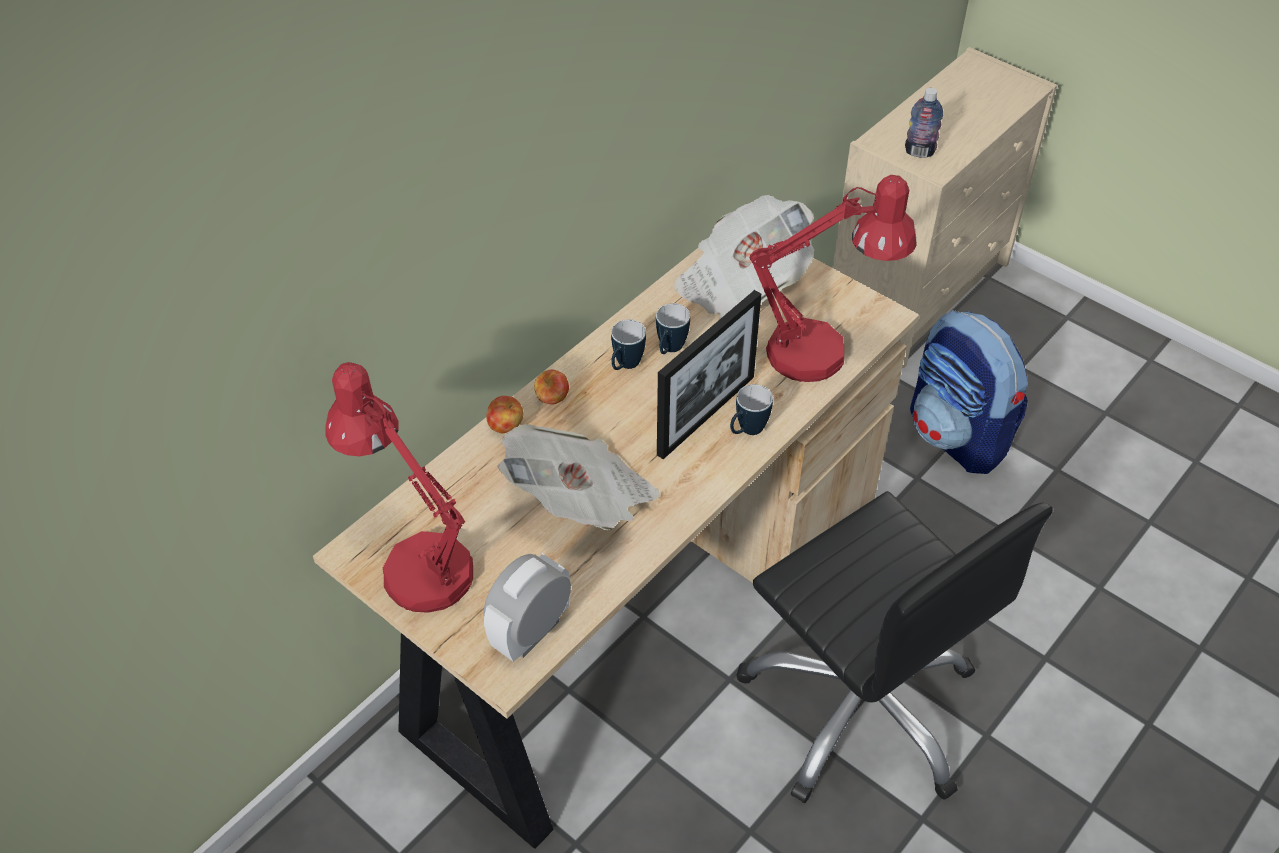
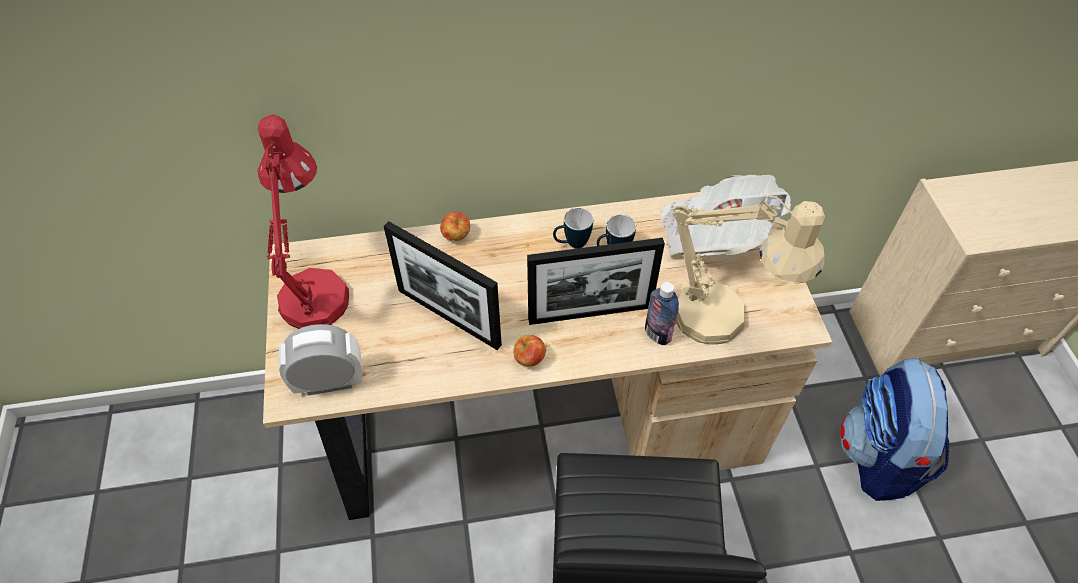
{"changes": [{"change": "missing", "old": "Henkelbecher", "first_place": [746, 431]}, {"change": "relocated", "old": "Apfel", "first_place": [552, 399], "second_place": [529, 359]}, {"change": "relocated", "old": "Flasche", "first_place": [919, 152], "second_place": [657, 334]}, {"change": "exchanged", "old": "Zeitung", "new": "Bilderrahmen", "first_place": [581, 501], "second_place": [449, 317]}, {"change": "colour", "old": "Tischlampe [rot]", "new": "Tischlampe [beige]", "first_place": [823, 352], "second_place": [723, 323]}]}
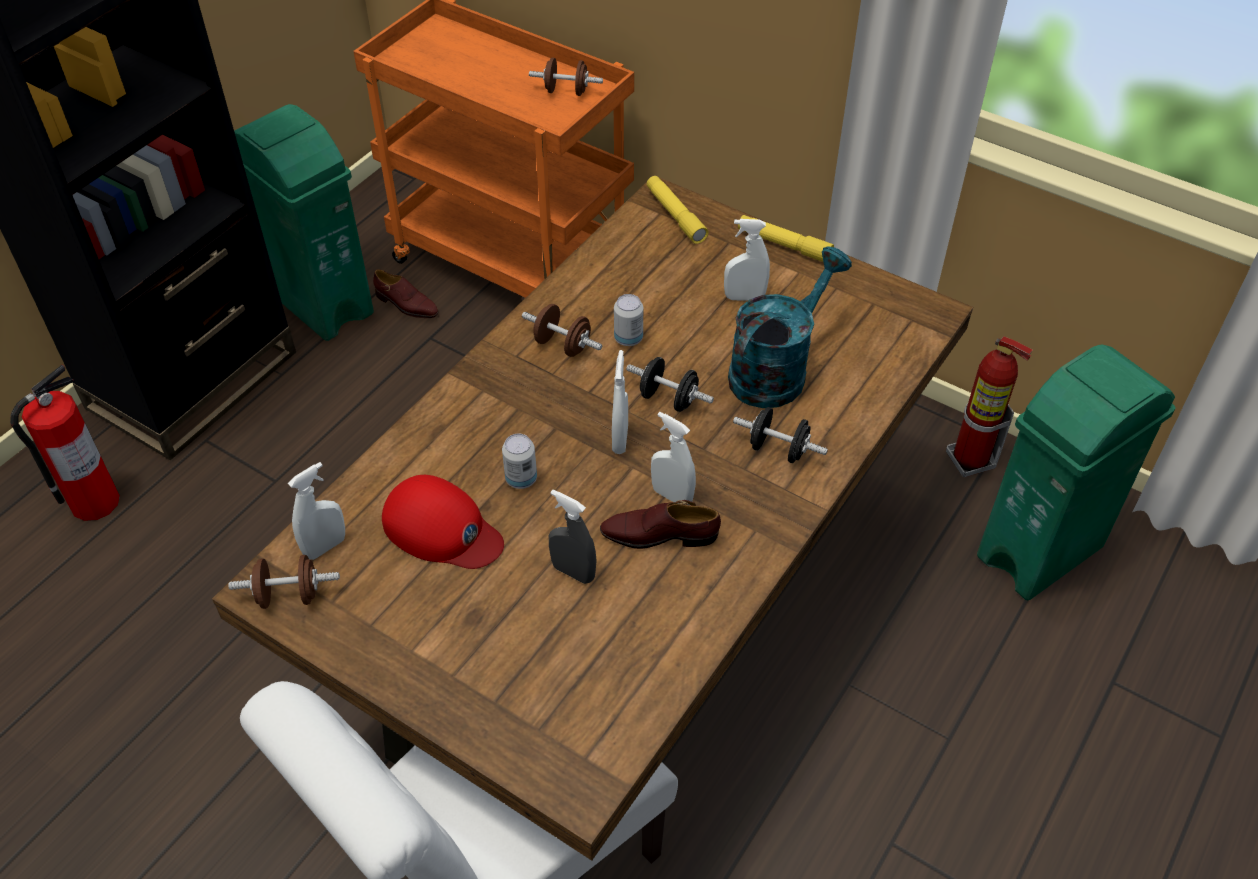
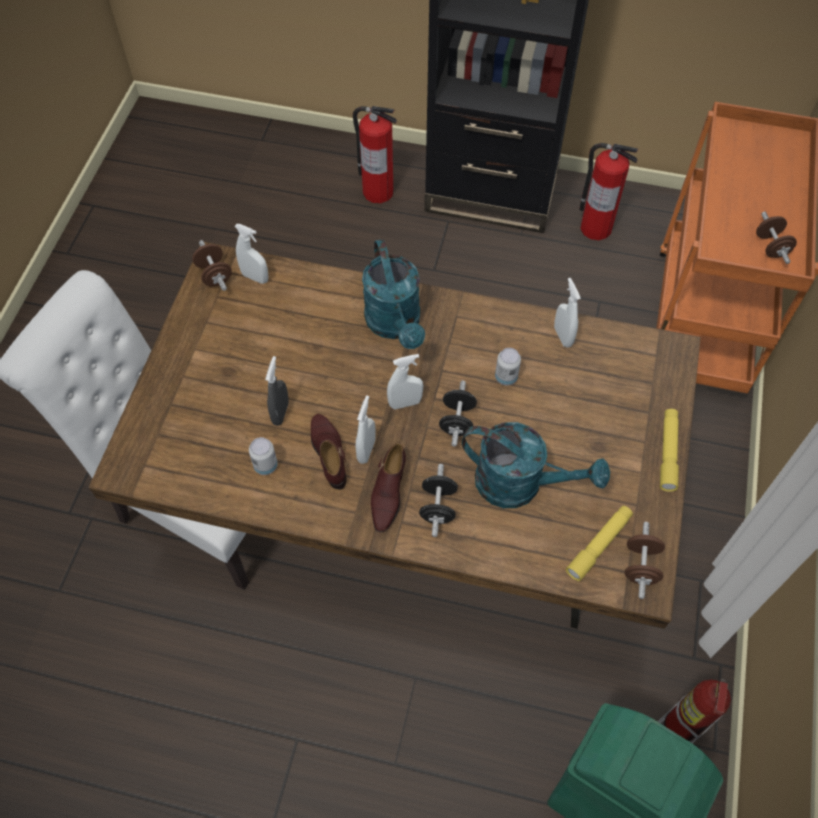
{"changes": [{"change": "missing", "old": "Kappe [rot]", "first_place": [442, 529]}, {"change": "appeared", "new": "Gießkanne [türkis]", "second_place": [396, 325]}, {"change": "relocated", "old": "Schuh [braun]", "first_place": [406, 305], "second_place": [387, 494]}, {"change": "relocated", "old": "Dose", "first_place": [521, 479], "second_place": [265, 466]}, {"change": "relocated", "old": "Hantel [braun]", "first_place": [562, 345], "second_place": [640, 566]}, {"change": "relocated", "old": "Taschenlampe [gelb]", "first_place": [675, 215], "second_place": [599, 545]}, {"change": "relocated", "old": "Sprühflasche [weiß]", "first_place": [744, 297], "second_place": [563, 336]}, {"change": "exchanged", "old": "Mülleimer [grün]", "new": "Feuerlöscher", "first_place": [322, 303], "second_place": [595, 228]}]}
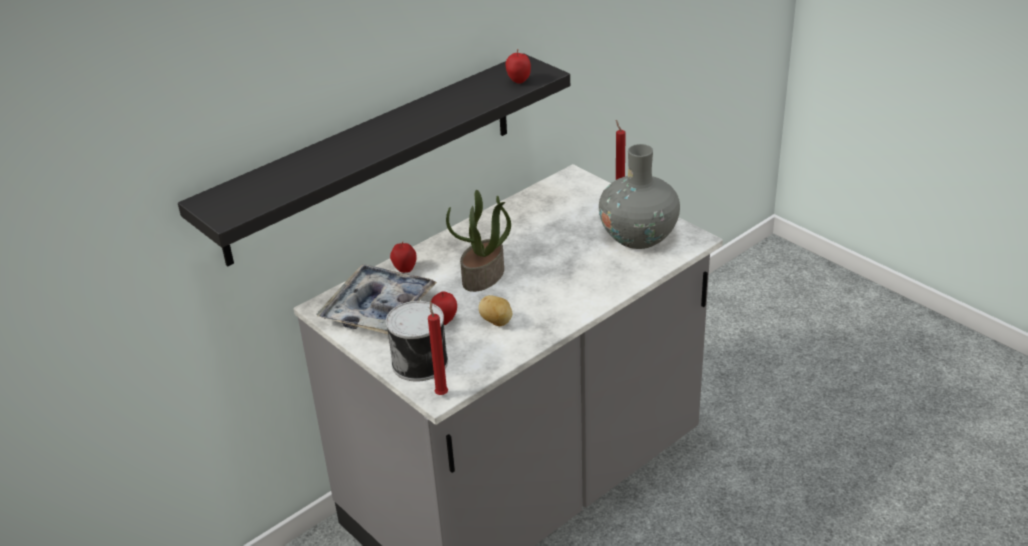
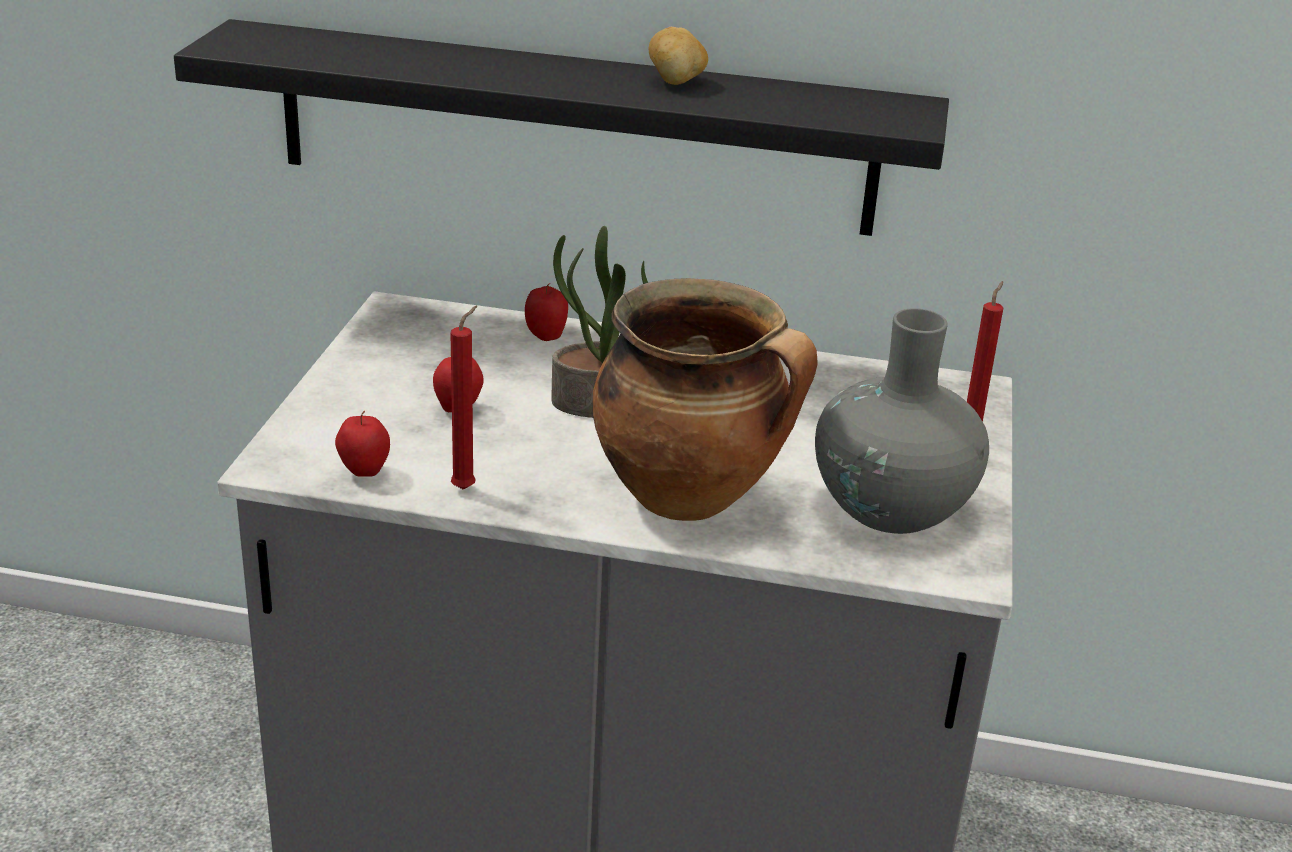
{"changes": [{"change": "missing", "old": "Tablett", "first_place": [378, 309]}, {"change": "missing", "old": "Dose", "first_place": [421, 362]}, {"change": "appeared", "new": "Kochtopf", "second_place": [691, 497]}, {"change": "relocated", "old": "Kerze [rot]", "first_place": [441, 393], "second_place": [466, 488]}, {"change": "relocated", "old": "Kartoffel", "first_place": [497, 322], "second_place": [676, 82]}, {"change": "relocated", "old": "Apfel", "first_place": [518, 81], "second_place": [364, 472]}]}
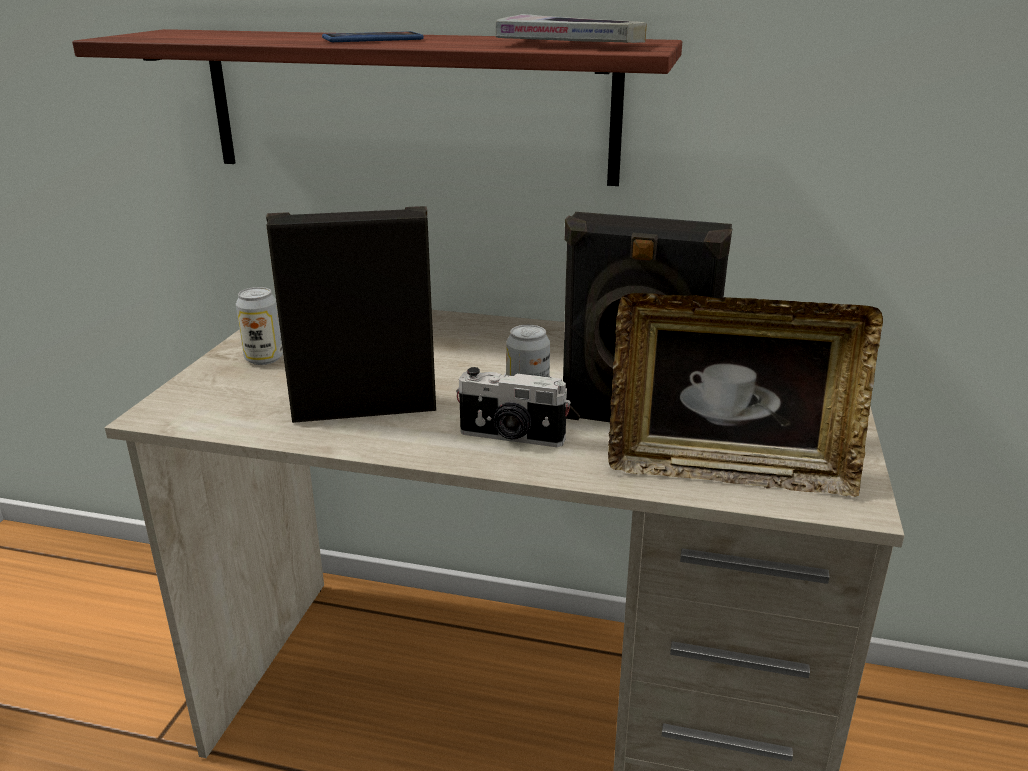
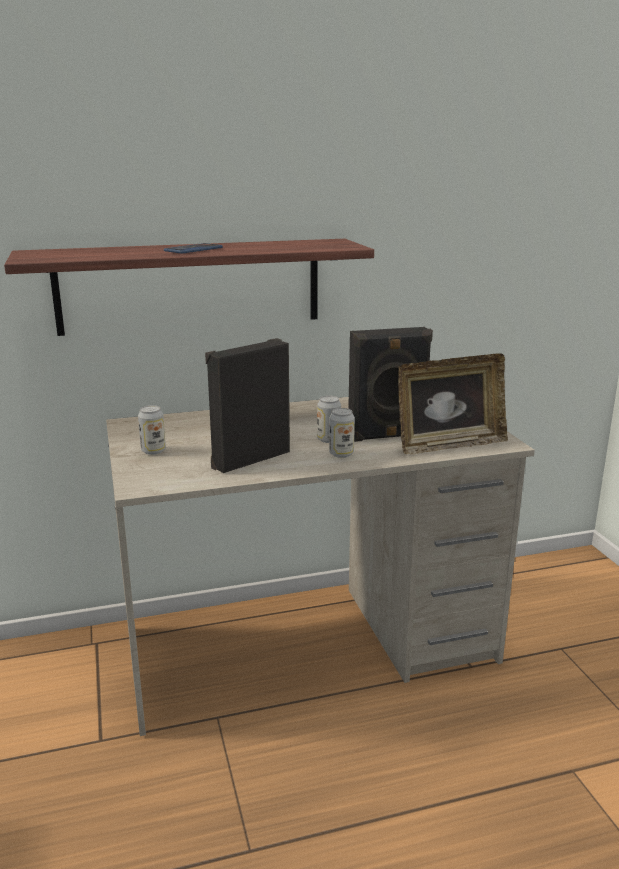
{"changes": [{"change": "missing", "old": "Buch", "first_place": [571, 44]}, {"change": "exchanged", "old": "Kamera", "new": "Dose", "first_place": [511, 437], "second_place": [341, 454]}]}
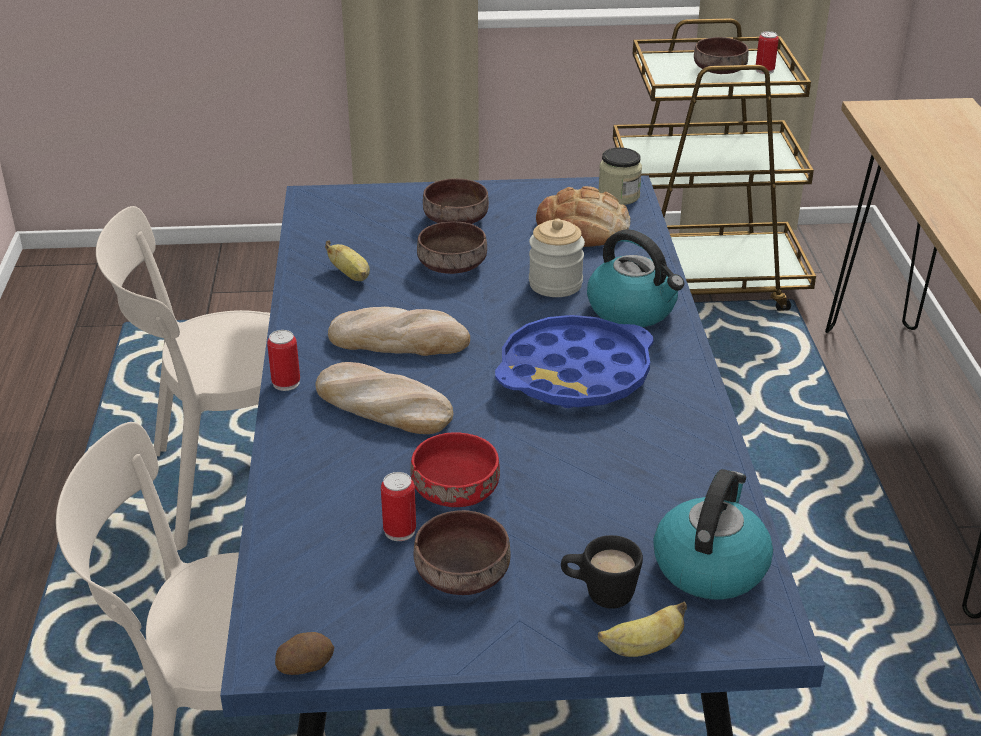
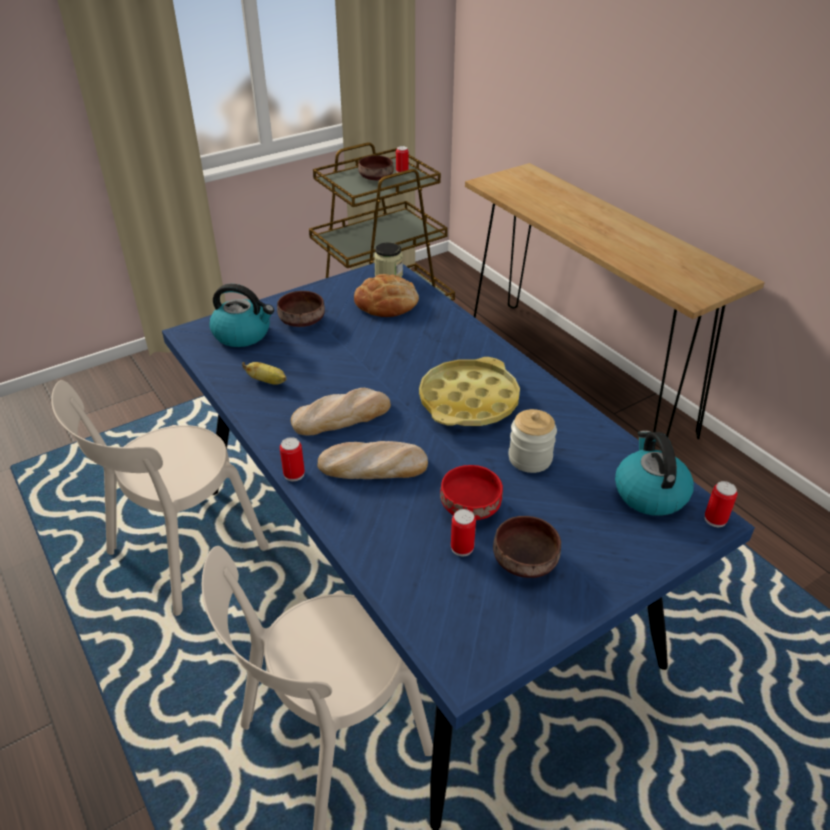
{"changes": [{"change": "missing", "old": "Kartoffel", "first_place": [305, 665]}, {"change": "missing", "old": "Schüssel [braun]", "first_place": [450, 264]}, {"change": "missing", "old": "Henkelbecher [schwarz]", "first_place": [599, 594]}, {"change": "missing", "old": "Banane", "first_place": [643, 648]}, {"change": "appeared", "new": "Dose", "second_place": [715, 519]}, {"change": "relocated", "old": "Vorratsglas", "first_place": [555, 284], "second_place": [530, 458]}, {"change": "relocated", "old": "Wasserkessel", "first_place": [633, 309], "second_place": [243, 334]}, {"change": "colour", "old": "Tablett [blau]", "new": "Tablett [gelb]", "first_place": [575, 374], "second_place": [469, 400]}]}
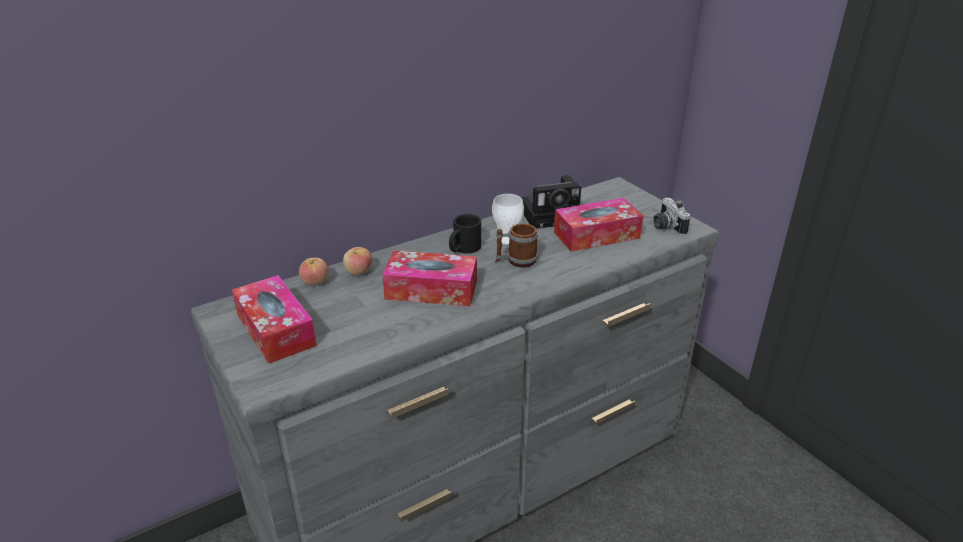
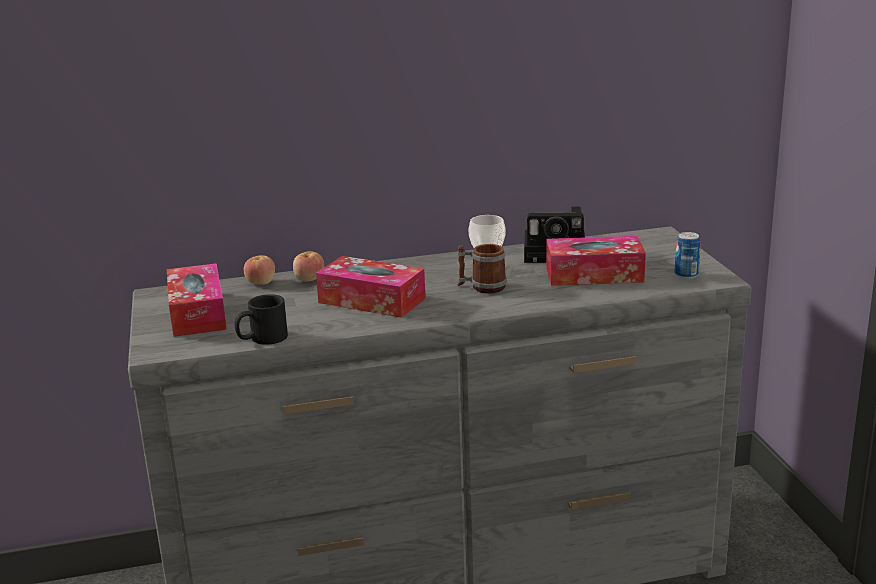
{"changes": [{"change": "relocated", "old": "Henkelbecher [schwarz]", "first_place": [463, 249], "second_place": [262, 339]}, {"change": "exchanged", "old": "Kamera", "new": "Dose", "first_place": [666, 226], "second_place": [686, 275]}]}
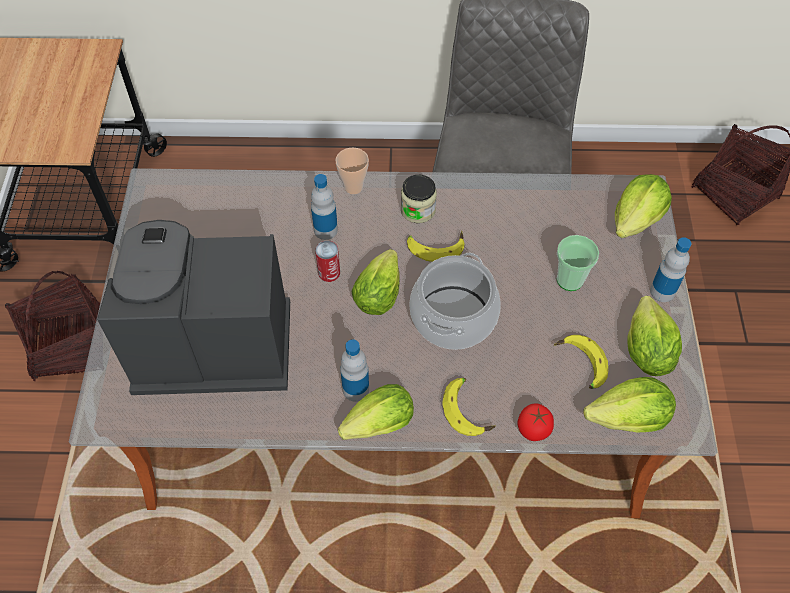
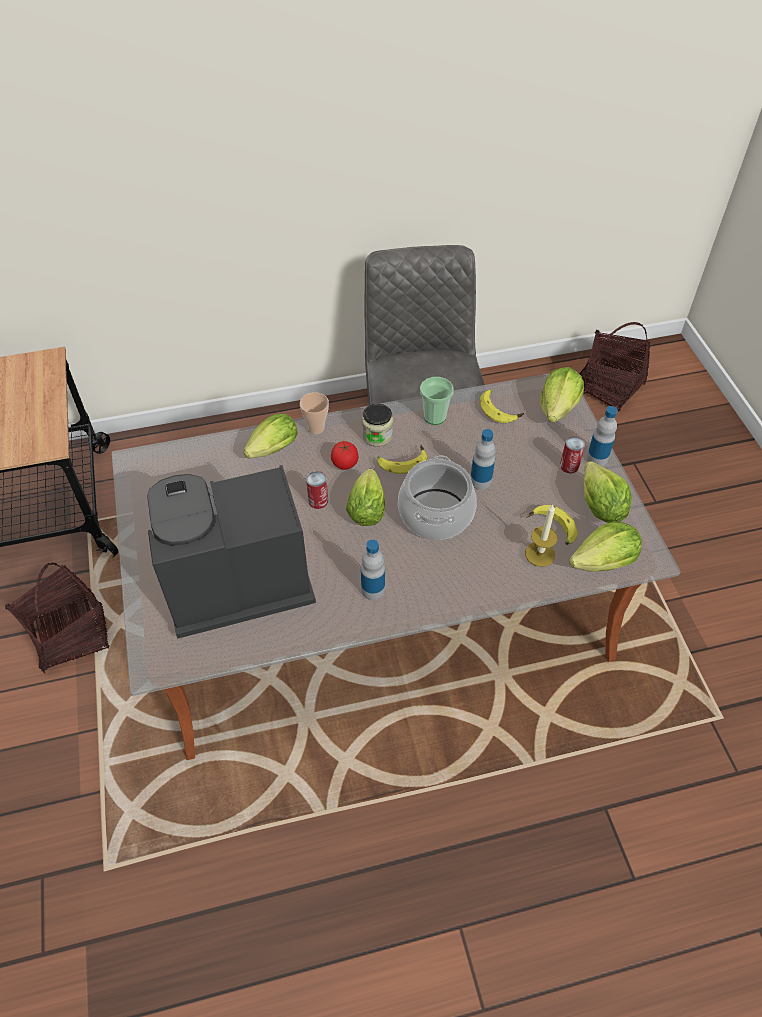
{"changes": [{"change": "appeared", "new": "Kerze", "second_place": [540, 554]}, {"change": "appeared", "new": "Dose", "second_place": [569, 466]}, {"change": "relocated", "old": "Flasche", "first_place": [325, 230], "second_place": [480, 481]}, {"change": "relocated", "old": "Salatkopf", "first_place": [375, 426], "second_place": [271, 451]}, {"change": "relocated", "old": "Banane", "first_place": [468, 410], "second_place": [500, 410]}, {"change": "relocated", "old": "Tomate", "first_place": [534, 429], "second_place": [345, 463]}, {"change": "relocated", "old": "Tasse", "first_place": [570, 280], "second_place": [434, 417]}]}
